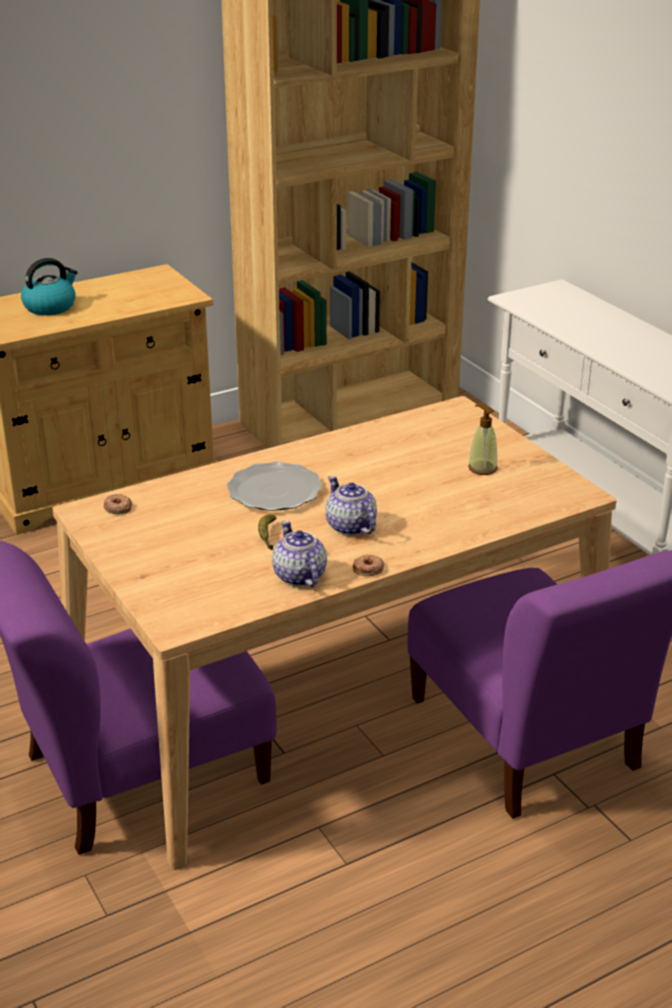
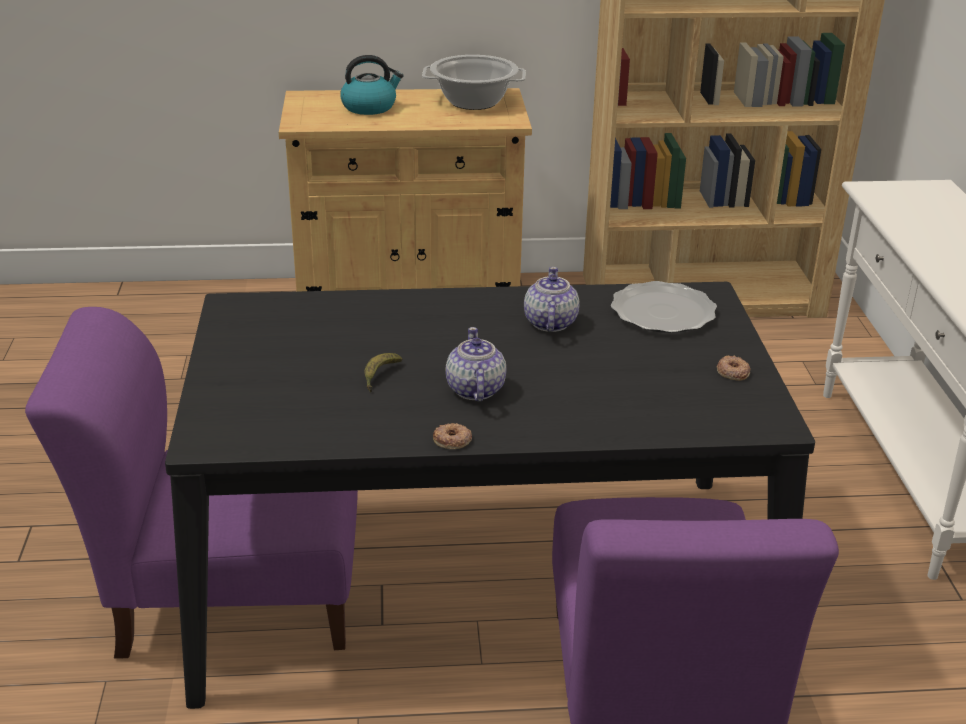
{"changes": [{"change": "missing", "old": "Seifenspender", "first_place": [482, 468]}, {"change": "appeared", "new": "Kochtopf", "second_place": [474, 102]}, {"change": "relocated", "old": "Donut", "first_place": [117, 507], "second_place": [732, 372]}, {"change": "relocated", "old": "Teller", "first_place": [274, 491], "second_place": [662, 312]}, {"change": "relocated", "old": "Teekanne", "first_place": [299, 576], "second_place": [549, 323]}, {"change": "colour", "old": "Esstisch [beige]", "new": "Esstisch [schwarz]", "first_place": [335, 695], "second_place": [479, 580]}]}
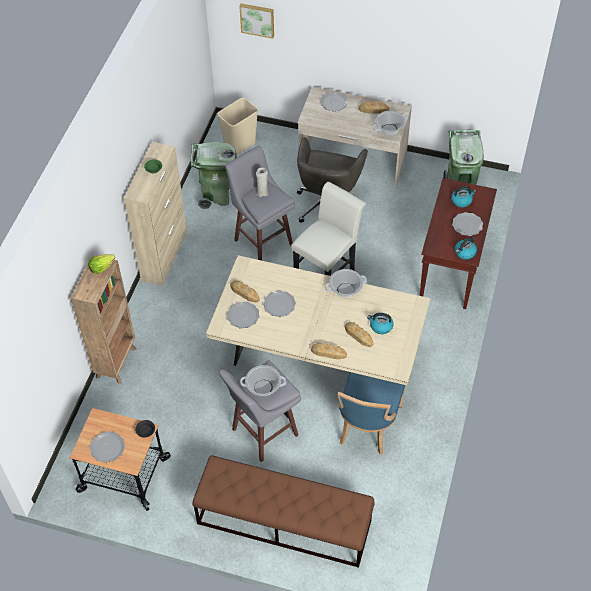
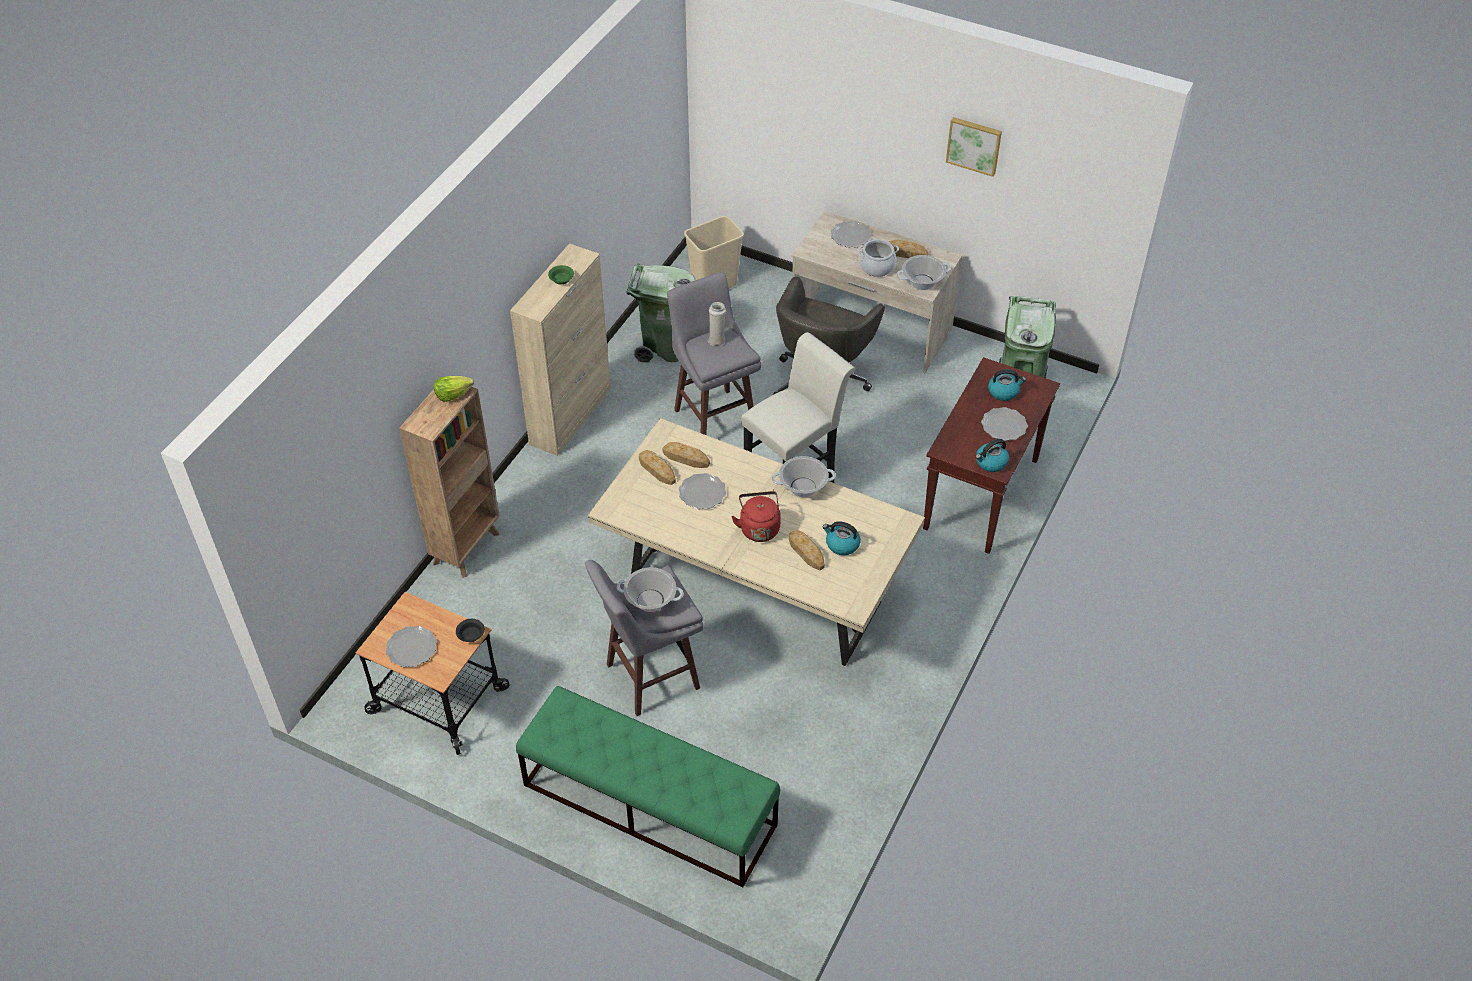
{"changes": [{"change": "missing", "old": "Teller", "first_place": [243, 316]}, {"change": "missing", "old": "Stuhl [blau]", "first_place": [367, 426]}, {"change": "appeared", "new": "Wasserkessel [rot]", "second_place": [759, 527]}, {"change": "appeared", "new": "Kochtopf", "second_place": [877, 267]}, {"change": "relocated", "old": "Bild", "first_place": [257, 19], "second_place": [974, 145]}, {"change": "relocated", "old": "Brot", "first_place": [328, 353], "second_place": [685, 458]}, {"change": "colour", "old": "Bank [braun]", "new": "Bank [grün]", "first_place": [283, 522], "second_place": [648, 805]}]}
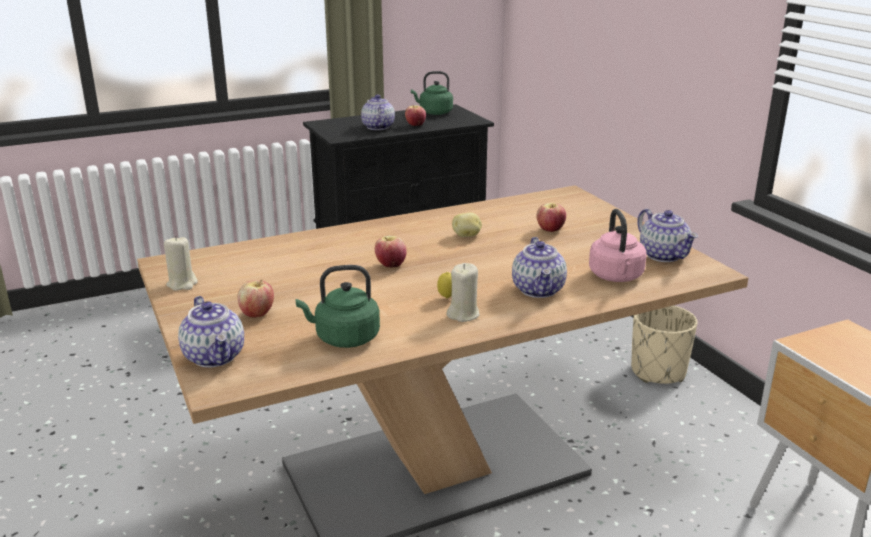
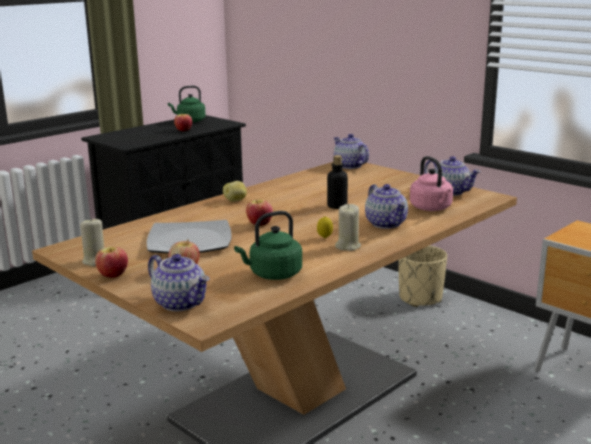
{"changes": [{"change": "appeared", "new": "Teller", "second_place": [190, 241]}, {"change": "appeared", "new": "Flasche", "second_place": [337, 206]}, {"change": "relocated", "old": "Teekanne", "first_place": [377, 127], "second_place": [349, 166]}, {"change": "relocated", "old": "Kartoffel", "first_place": [467, 236], "second_place": [235, 200]}, {"change": "relocated", "old": "Apfel", "first_place": [550, 230], "second_place": [113, 276]}]}
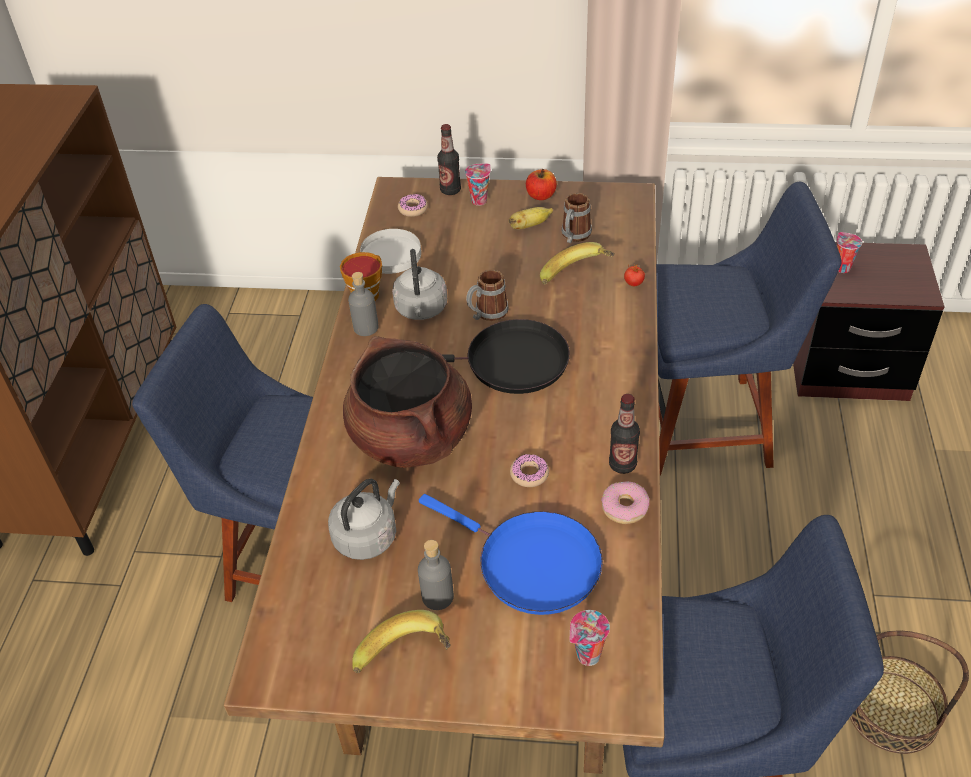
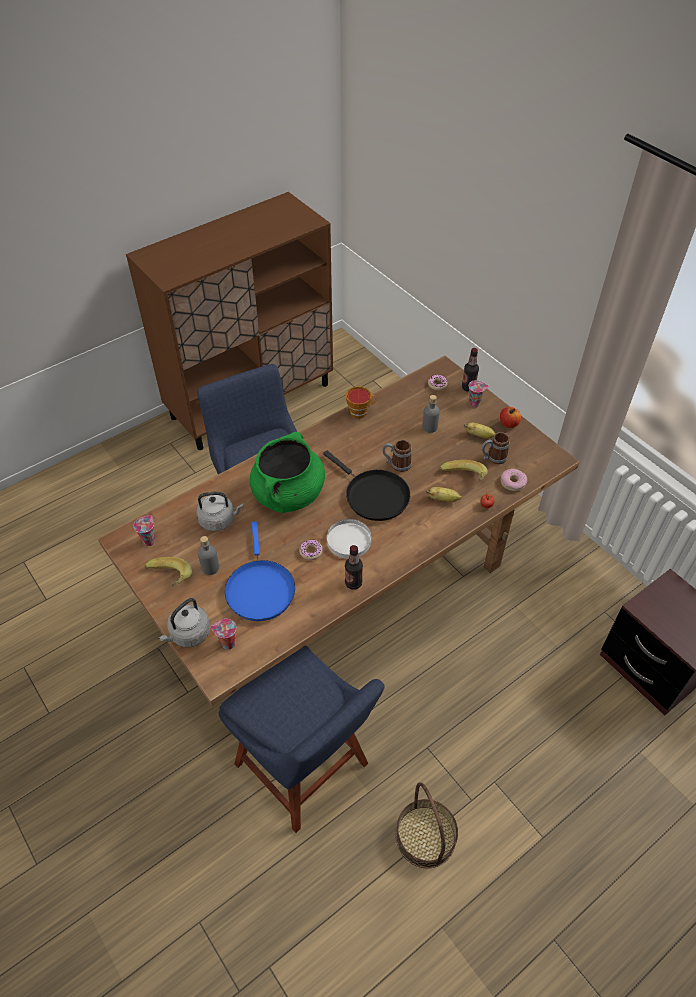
{"changes": [{"change": "missing", "old": "Stuhl [blau]", "first_place": [710, 425]}, {"change": "appeared", "new": "Banane", "second_place": [443, 499]}, {"change": "relocated", "old": "Flasche [grau]", "first_place": [366, 327], "second_place": [429, 427]}, {"change": "relocated", "old": "Teller [weiß]", "first_place": [391, 254], "second_place": [349, 540]}, {"change": "relocated", "old": "Wasserkessel [grau]", "first_place": [421, 310], "second_place": [188, 634]}, {"change": "relocated", "old": "Donut", "first_place": [624, 507], "second_place": [513, 482]}, {"change": "relocated", "old": "Tasse", "first_place": [841, 268], "second_place": [149, 540]}, {"change": "colour", "old": "Kochtopf [braun]", "new": "Kochtopf [grün]", "first_place": [412, 438], "second_place": [288, 494]}]}
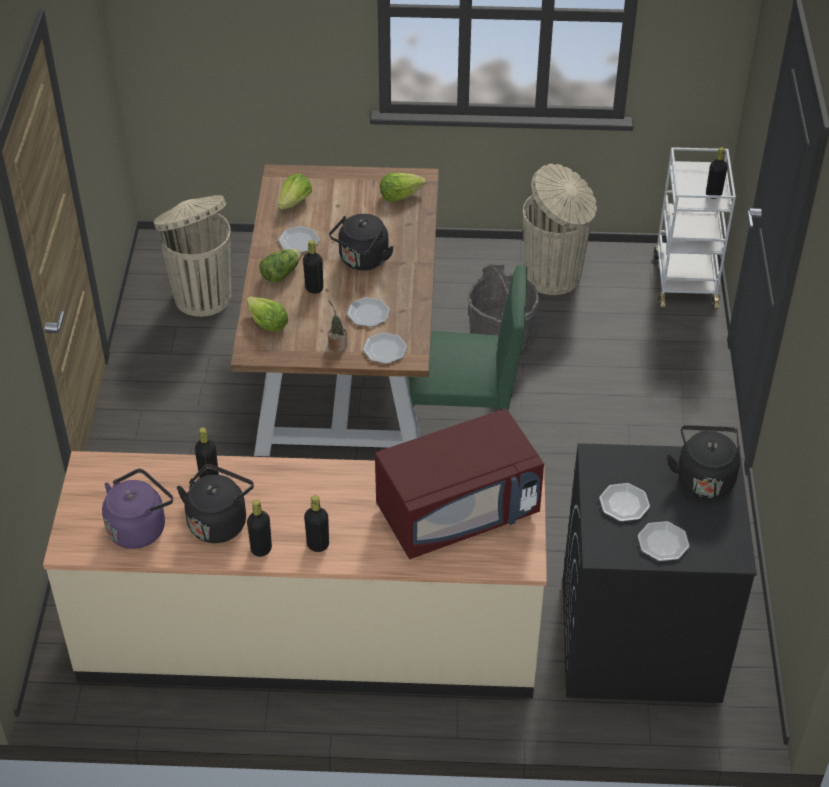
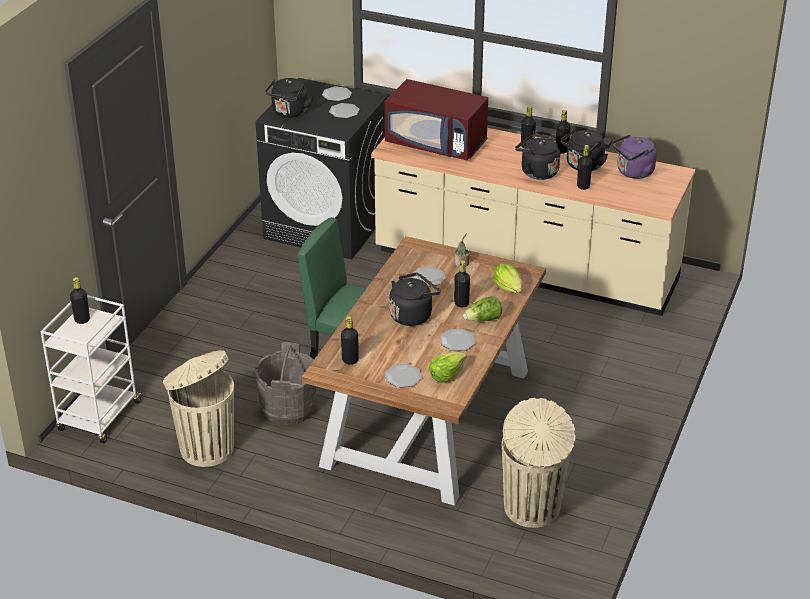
{"changes": [{"change": "appeared", "new": "Wasserkessel [schwarz]", "second_place": [537, 172]}, {"change": "relocated", "old": "Teller", "first_place": [384, 349], "second_place": [403, 377]}, {"change": "exchanged", "old": "Salatkopf", "new": "Flasche [schwarz]", "first_place": [400, 195], "second_place": [350, 360]}, {"change": "spun", "old": "Mikrowelle [rot]", "first_place": [458, 511], "second_place": [437, 144], "degrees": -150}]}
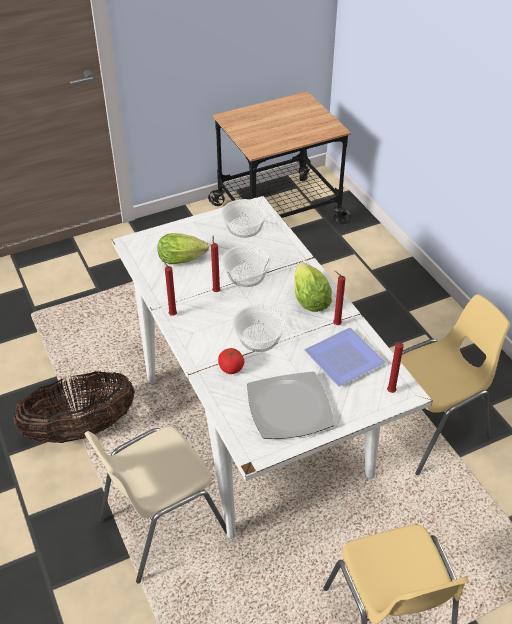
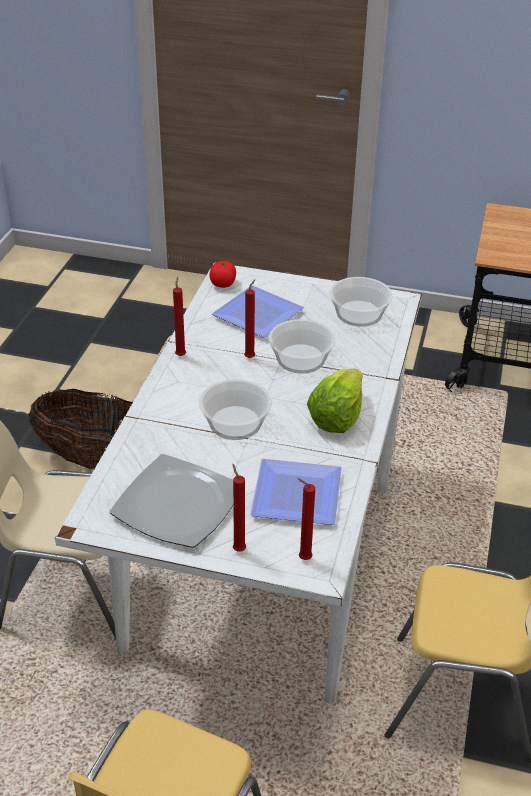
{"changes": [{"change": "relocated", "old": "Tomate", "first_place": [231, 368], "second_place": [223, 284]}, {"change": "relocated", "old": "Kerze [rot]", "first_place": [335, 324], "second_place": [238, 549]}, {"change": "exchanged", "old": "Salatkopf", "new": "Teller", "first_place": [184, 259], "second_place": [257, 313]}]}
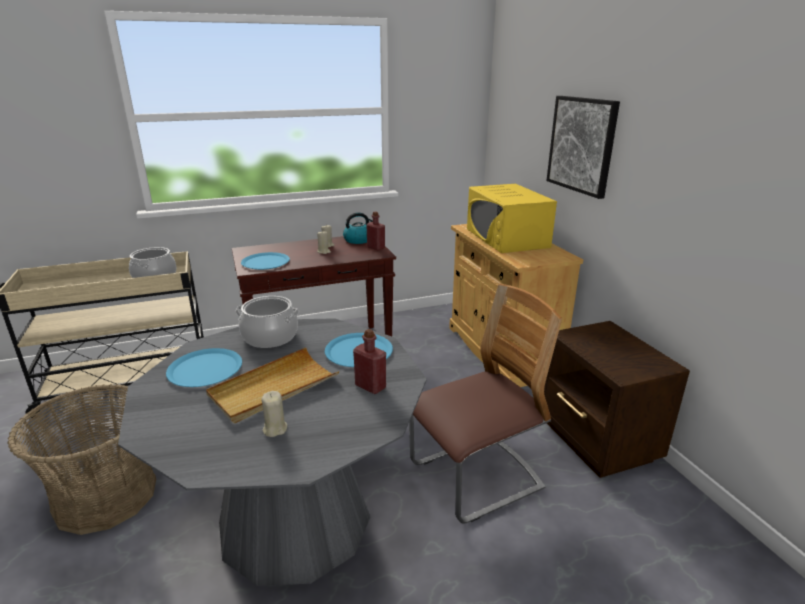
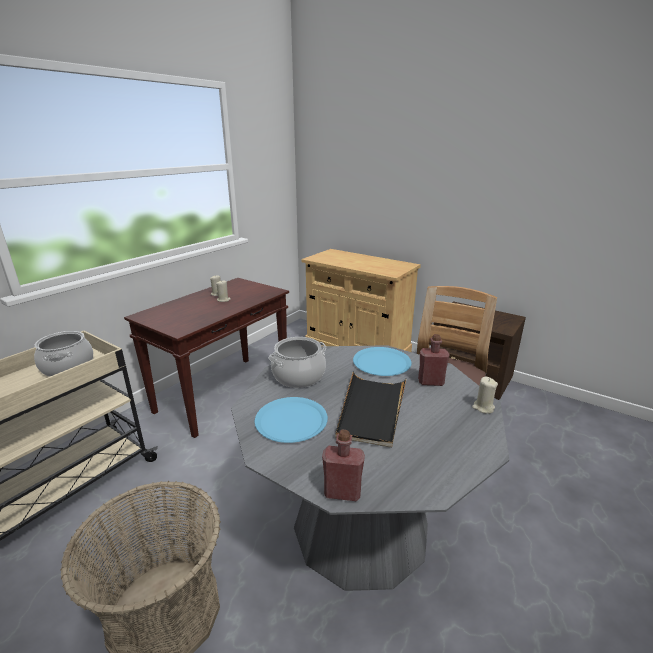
{"changes": [{"change": "missing", "old": "Teller [blau]", "first_place": [265, 262]}, {"change": "missing", "old": "Wasserkessel", "first_place": [358, 240]}, {"change": "missing", "old": "Mikrowelle [gelb]", "first_place": [506, 238]}, {"change": "missing", "old": "Bild", "first_place": [582, 145]}, {"change": "relocated", "old": "Kerze [beige]", "first_place": [275, 429], "second_place": [483, 407]}, {"change": "relocated", "old": "Flasche [rot]", "first_place": [376, 247], "second_place": [342, 492]}, {"change": "colour", "old": "Tablett [beige]", "new": "Tablett [schwarz]", "first_place": [273, 388], "second_place": [371, 410]}]}
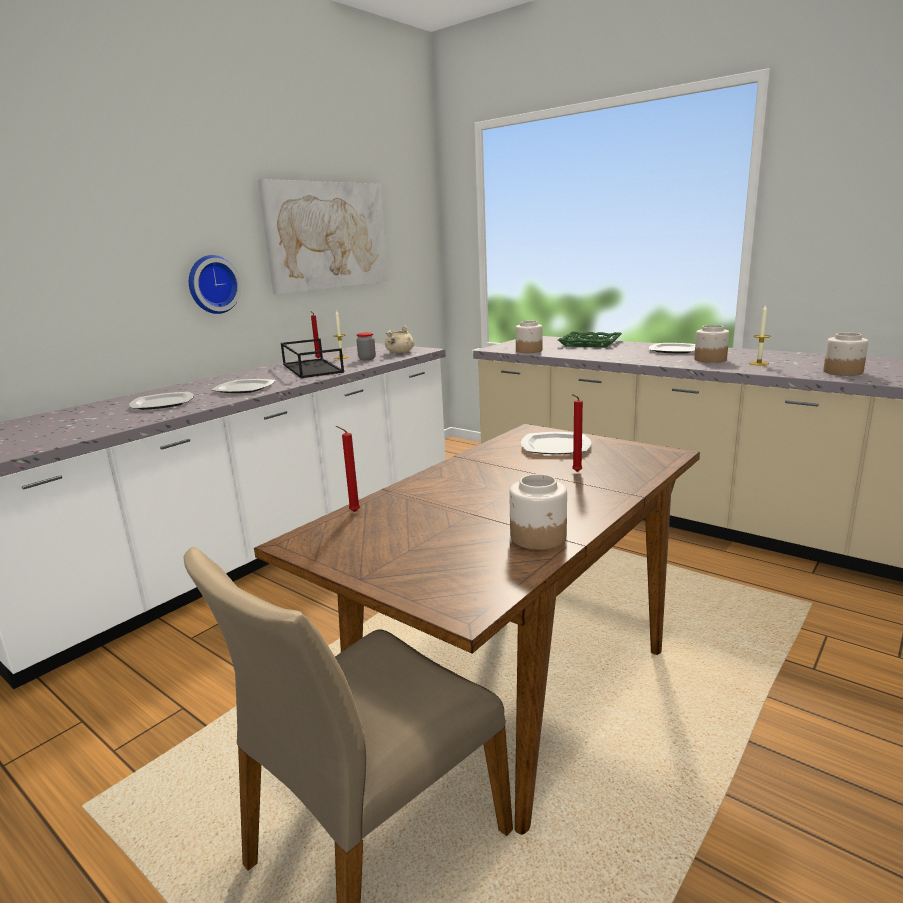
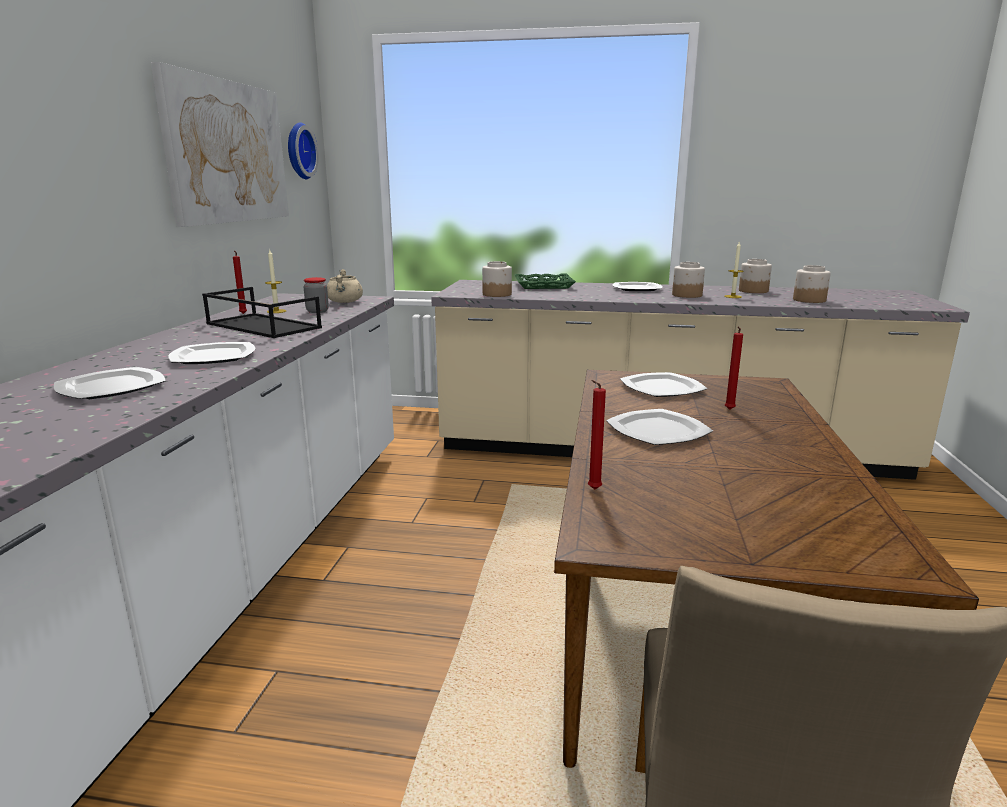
{"changes": [{"change": "appeared", "new": "Teller", "second_place": [656, 431]}, {"change": "relocated", "old": "Wanduhr", "first_place": [212, 284], "second_place": [298, 151]}, {"change": "relocated", "old": "Vorratsglas", "first_place": [539, 537], "second_place": [753, 291]}]}
